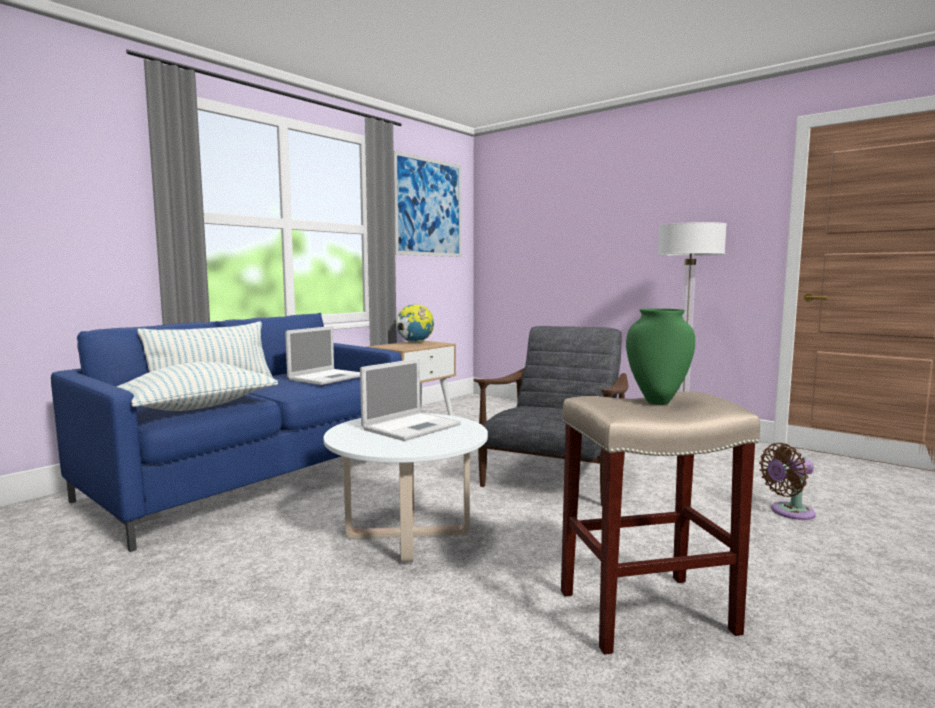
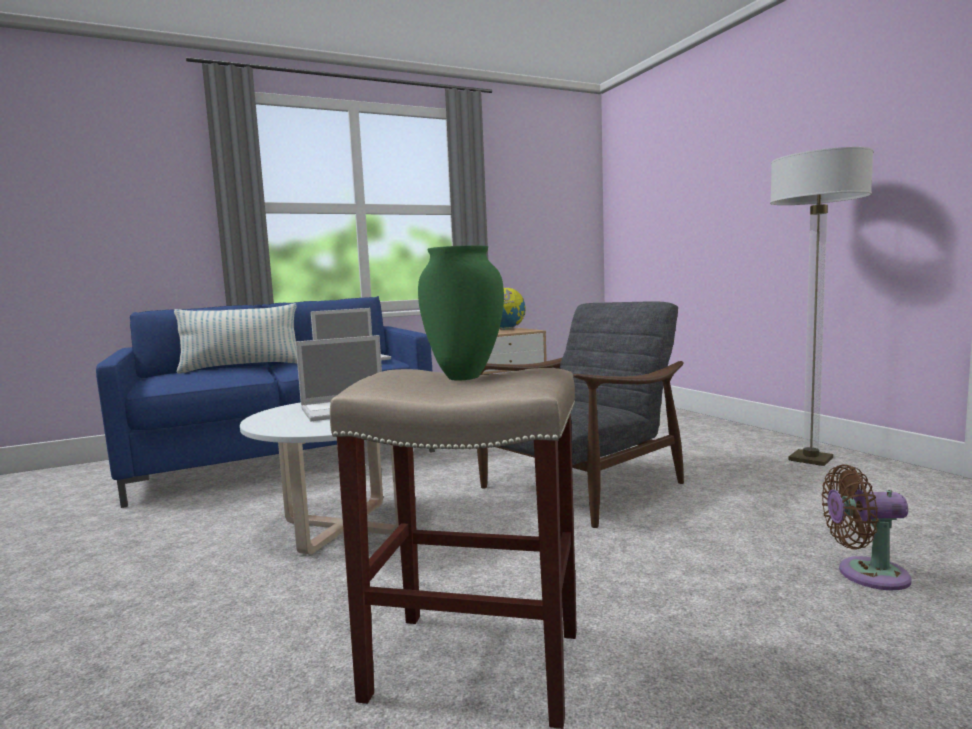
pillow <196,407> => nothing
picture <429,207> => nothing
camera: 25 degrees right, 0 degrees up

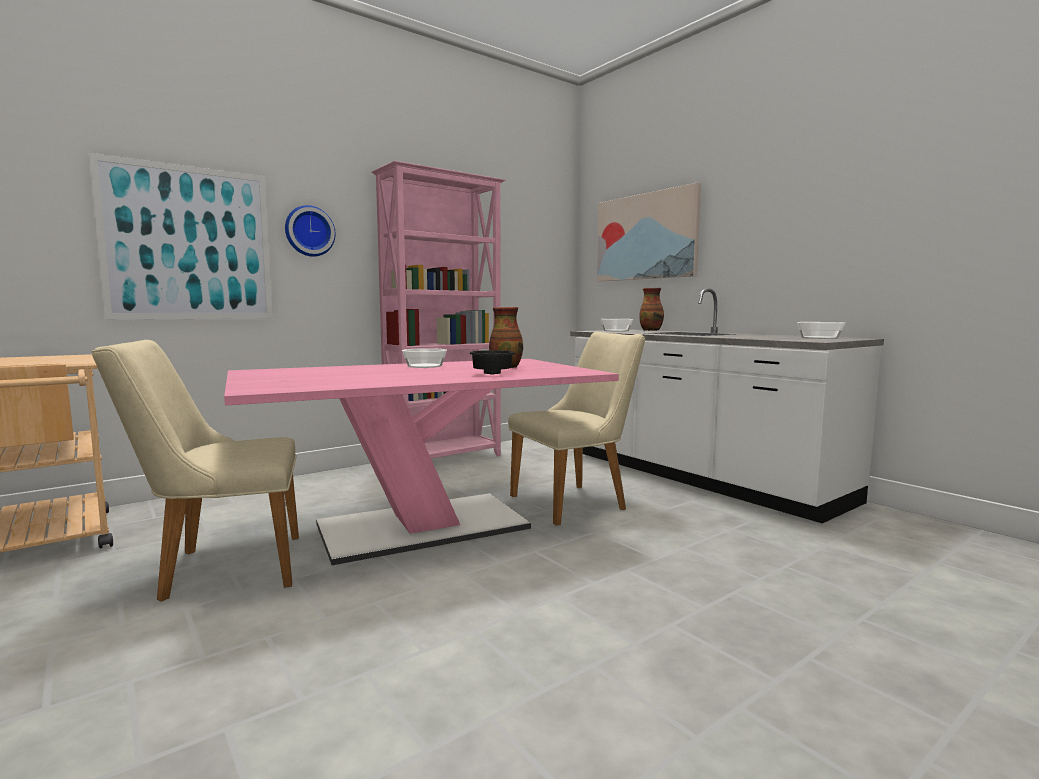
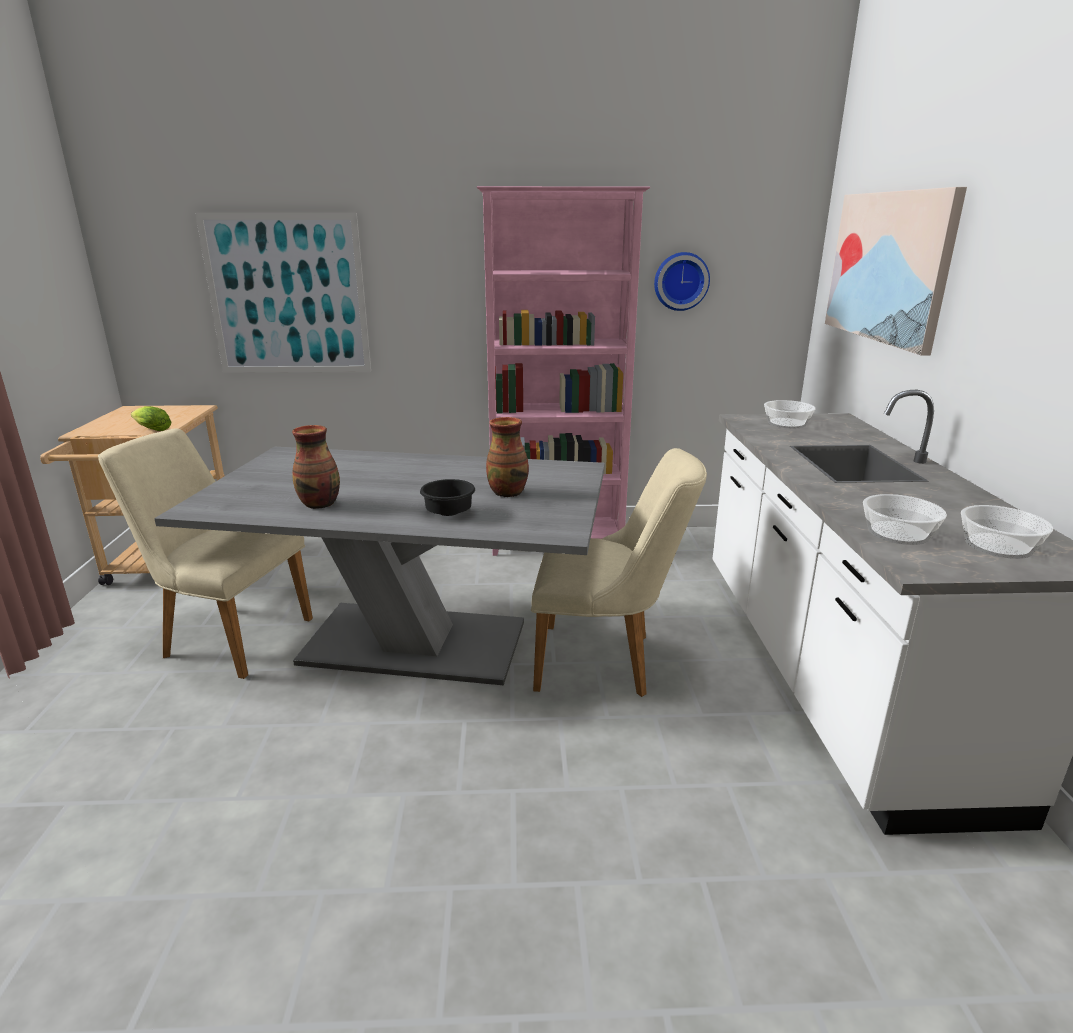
nothing => lettuce <151,429>
wall_clock <309,231> => wall_clock <680,281>, moved
bowl <424,366> => bowl <897,533>, moved
vase <651,330> => vase <320,504>, moved
pink_dining_table <423,526> => grey_dining_table <414,642>
camera: 35 degrees right, 15 degrees up

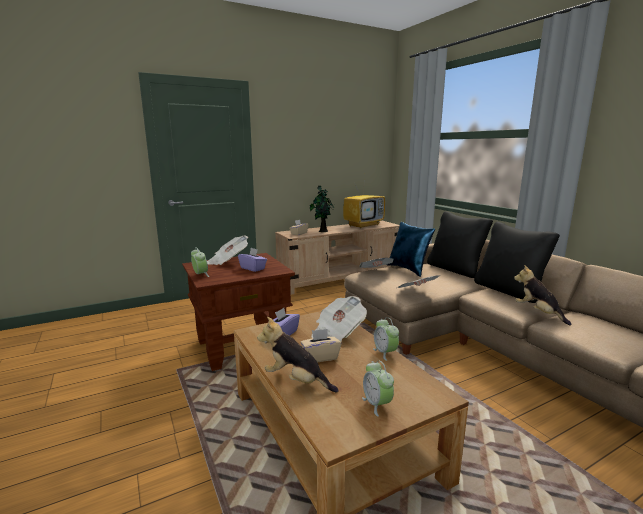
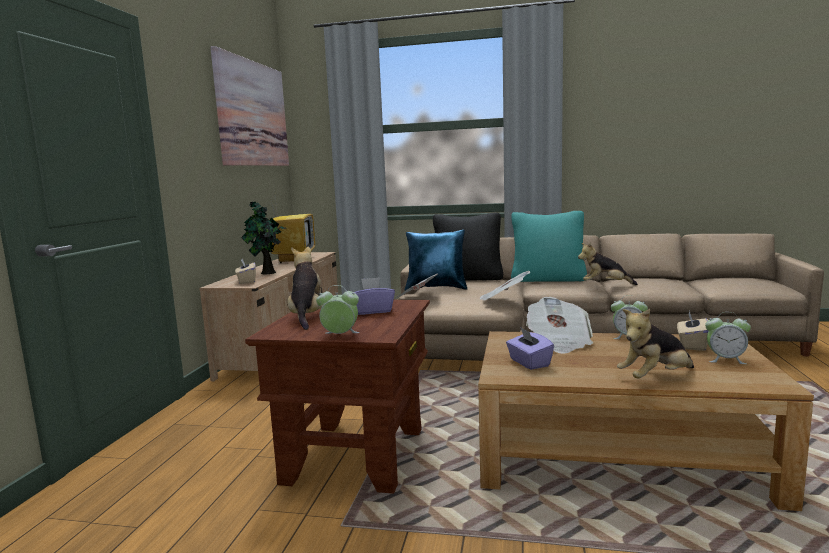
nothing => picture <252,114>
beige_tissue_box <320,357> => beige_tissue_box <692,345>, moved
newspaper <228,261> => plush_toy <307,317>
black_pillow <509,290> => turquoise_pillow <548,279>
camera: 50 degrees left, 5 degrees down

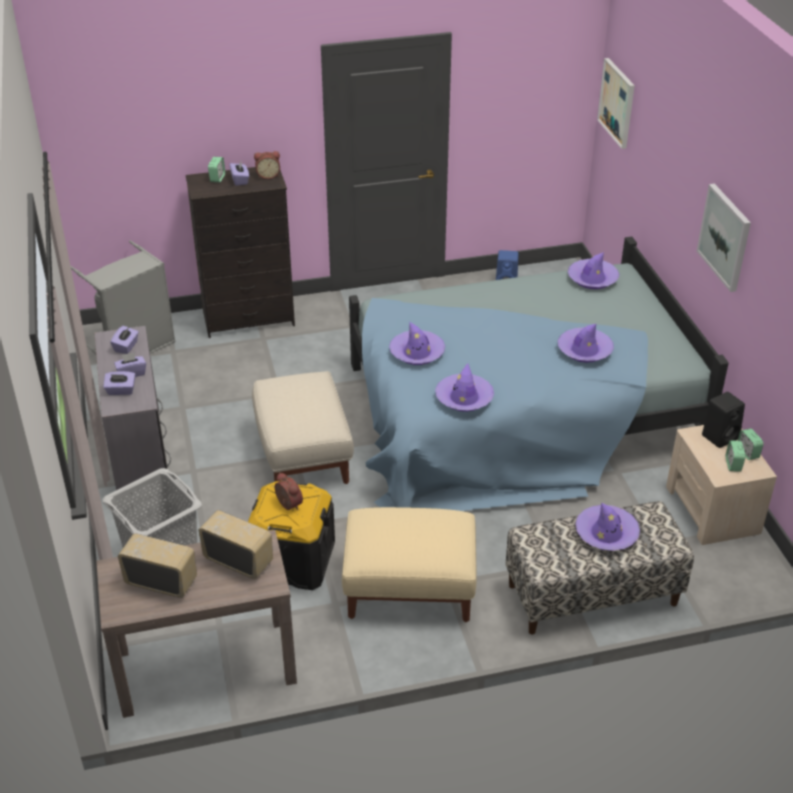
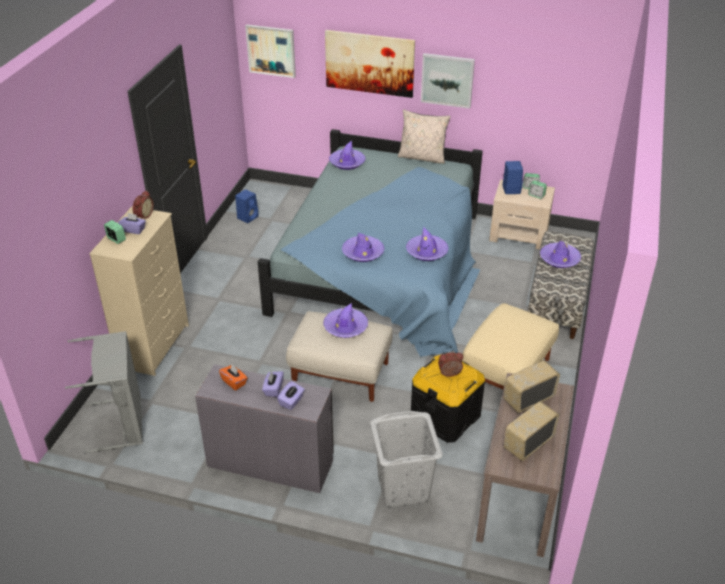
nothing => picture <369,63>
nothing => beige_pillow <422,157>
purple_hat <584,350> => purple_hat <345,327>, moved
purple_tissue_box <126,347> => orange_tissue_box <234,382>
black_dresser <249,319> => beige_dresser <155,346>
black_speaker <720,436> => blue_speaker <511,189>
camera: 60 degrees left, 0 degrees up

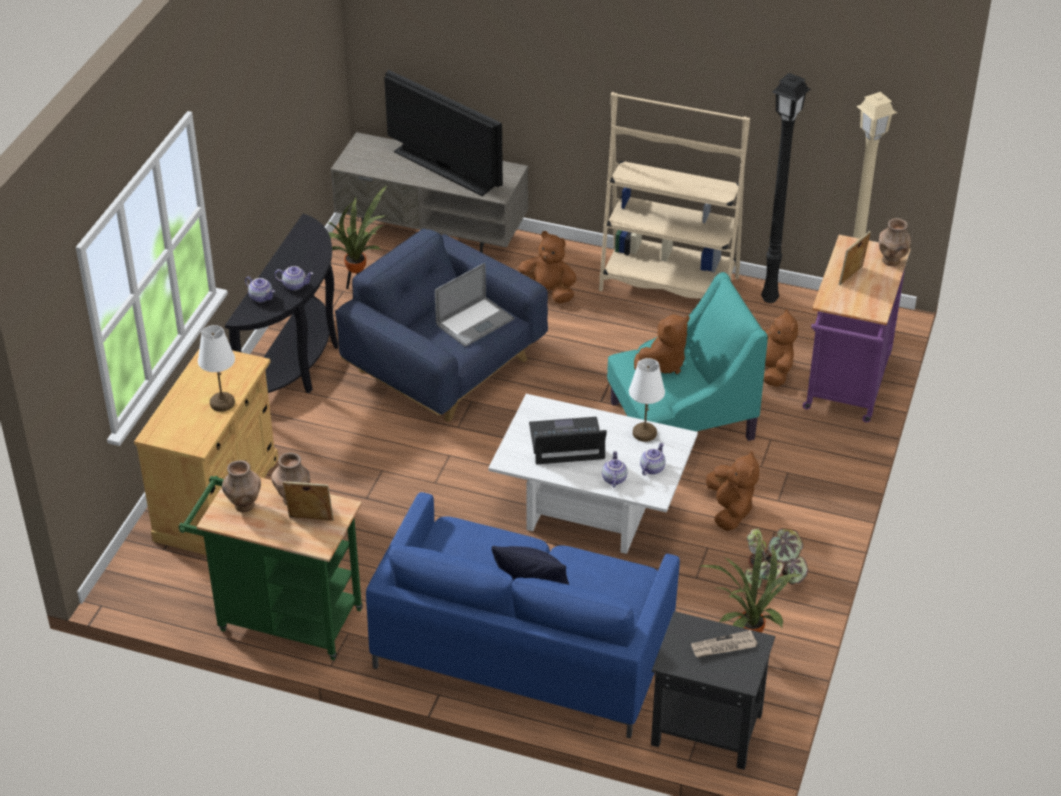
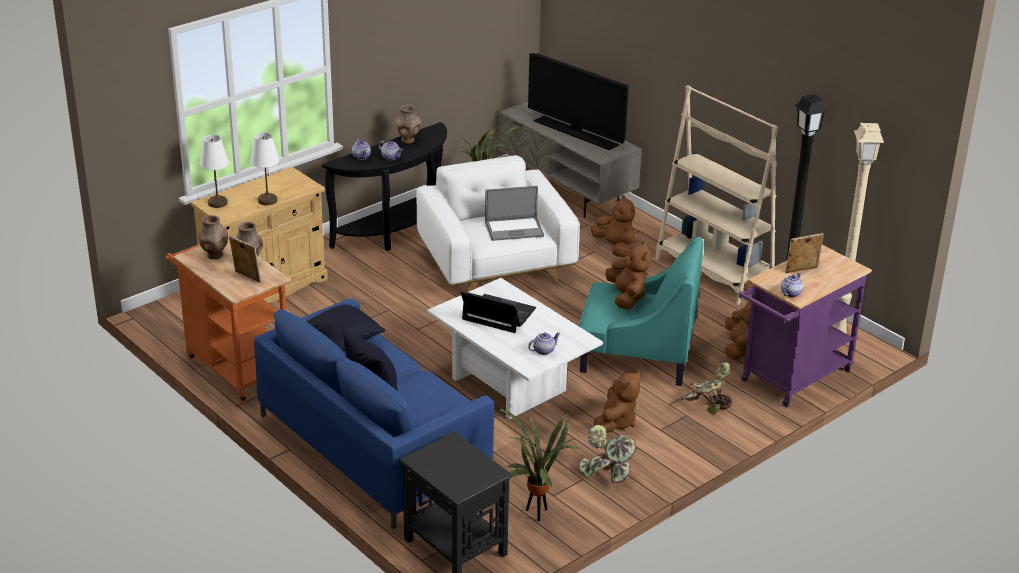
newspaper <723,646> => nothing
nothing => black_pillow <343,342>
nothing => potted_plant <706,404>
teapot <613,479> => teapot <790,293>, moved
white_table_lamp <644,433> => white_table_lamp <217,203>, moved
brown_vase <891,261> => brown_vase <408,140>, moved
green_cart <282,618> => orange_cart <235,367>
blue_armchair <443,365> => white_armchair <495,265>
television <442,169> => television <576,133>, 150 degrees clockwise
brown_plush_toy <663,364> => brown_plush_toy <626,297>, 90 degrees counterclockwise
camera: 30 degrees right, 10 degrees down

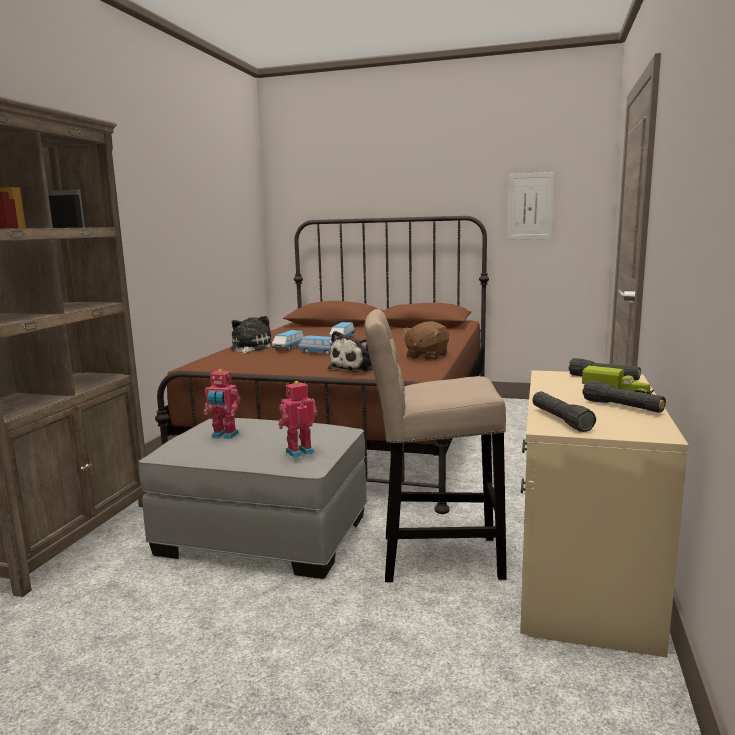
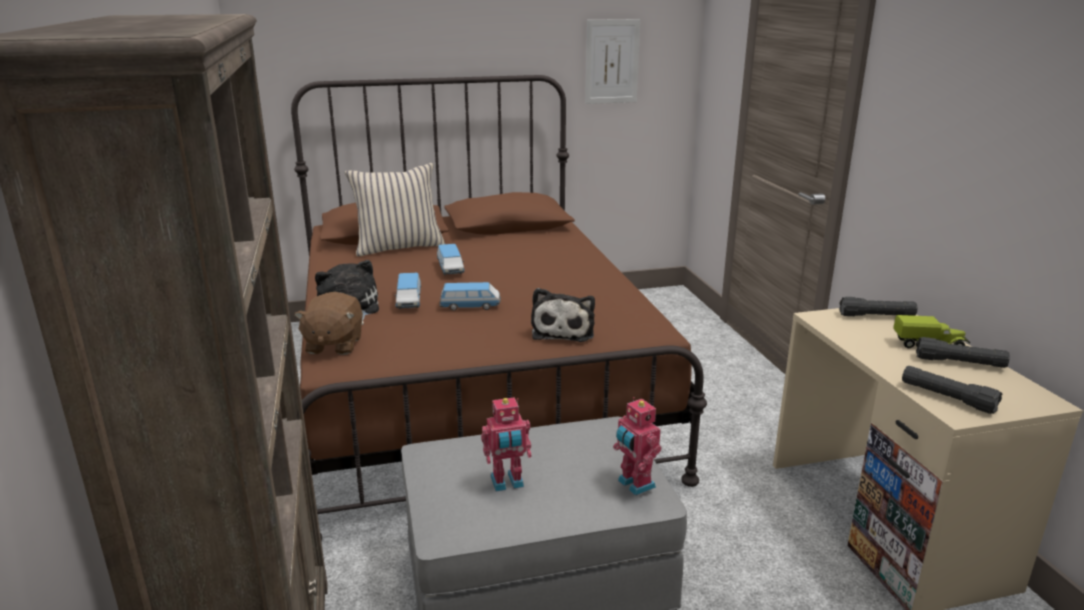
beige_stool <433,557> => nothing
nothing => beige_pillow <398,247>
brown_plush_toy <426,357> => brown_plush_toy <333,345>, moved
toy_robot <299,451> => toy_robot <634,484>, 60 degrees counterclockwise
camera: 30 degrees left, 10 degrees up

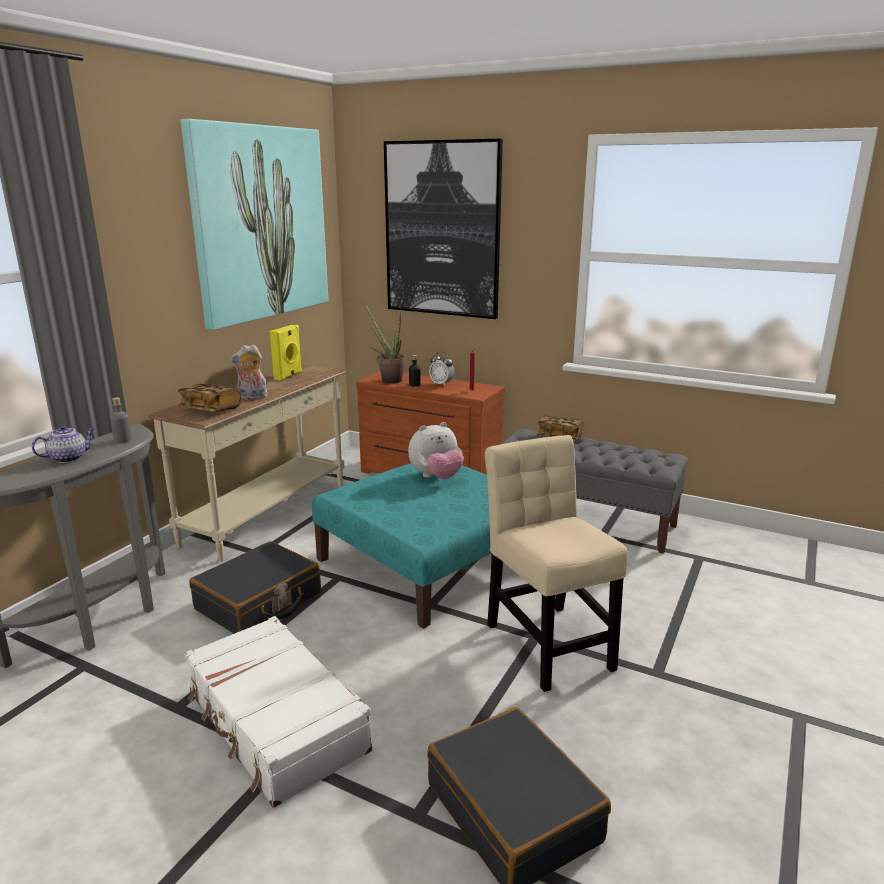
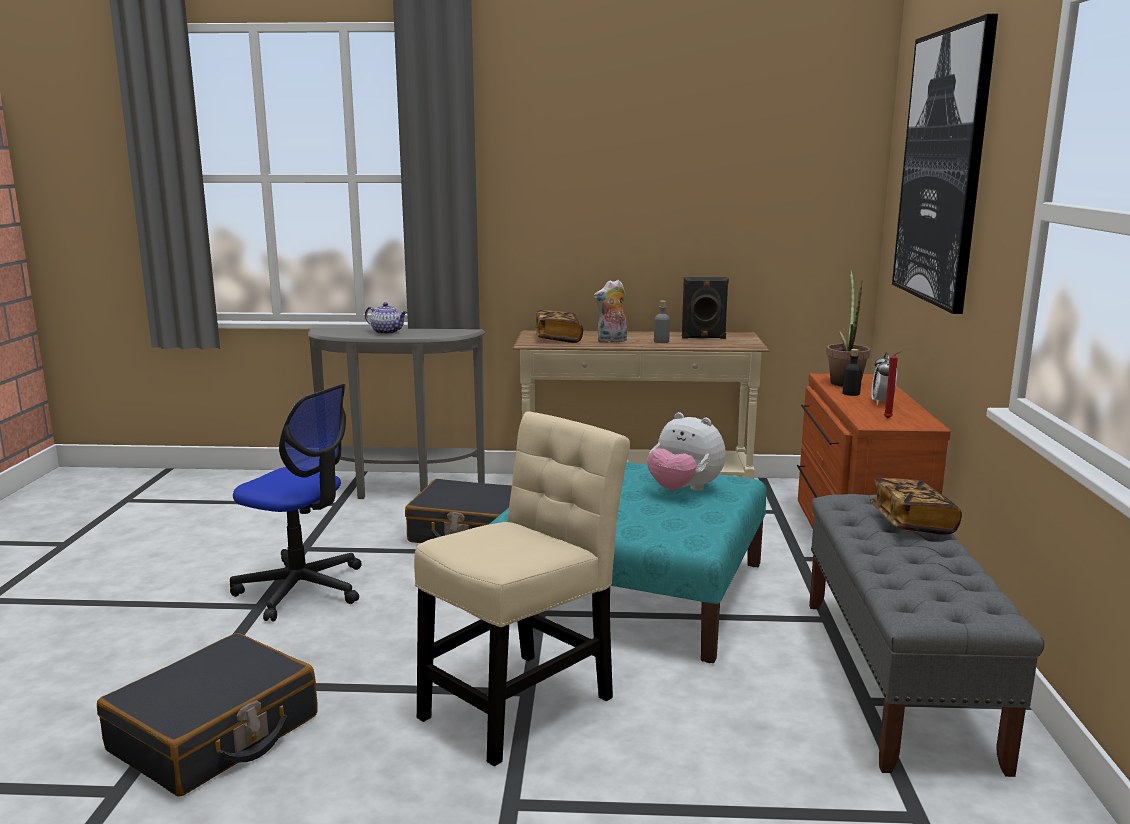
picture <260,223> => nothing
grey_bottle <123,440> => grey_bottle <661,341>, moved
white_suitcase <275,722> => office_chair <302,589>
yellow_speaker <289,376> => black_speaker <703,337>
plush_toy <252,397> => plush_toy <612,341>, 75 degrees counterclockwise
camera: 65 degrees right, 5 degrees down

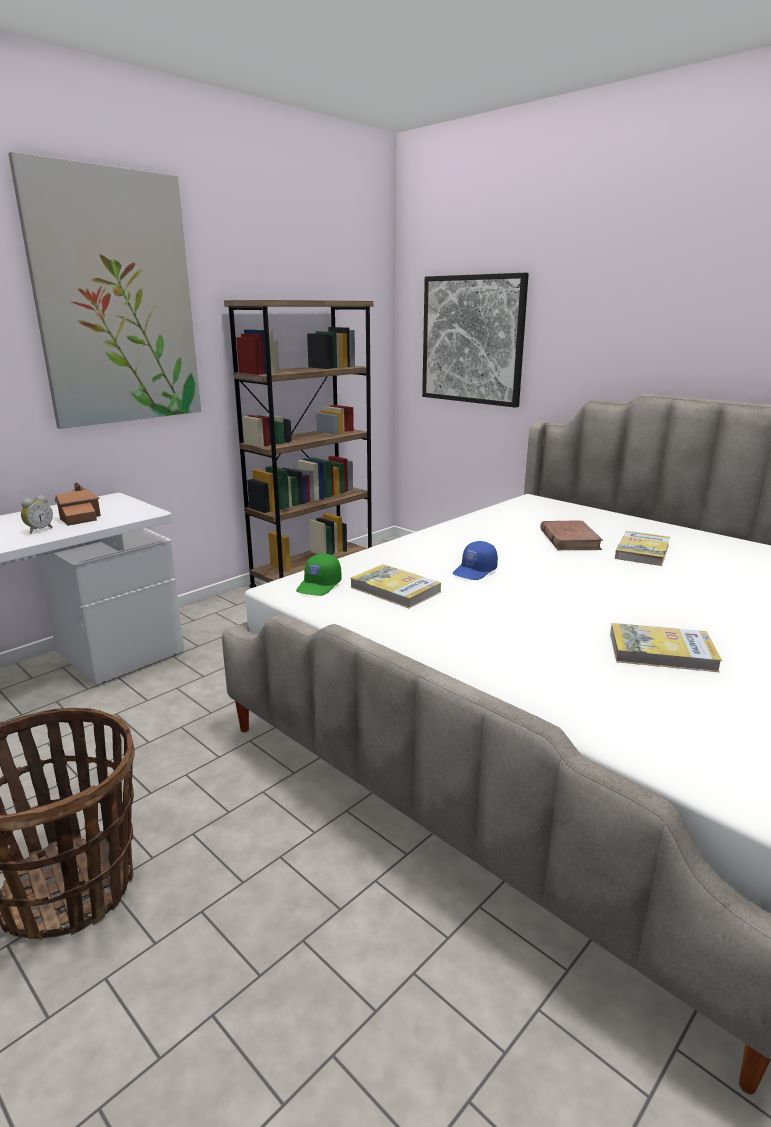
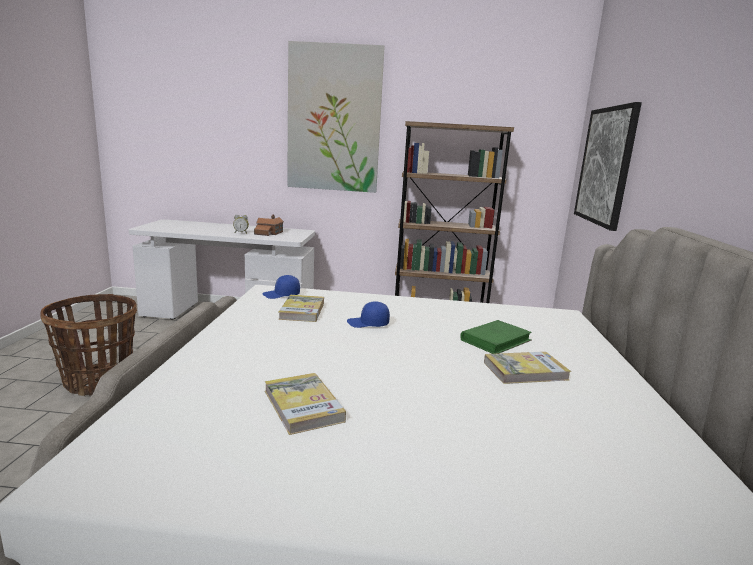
green_cap <319,586> => blue_cap <281,295>
brown_book <569,539> => green_book <495,340>
camera: 50 degrees right, 5 degrees down

